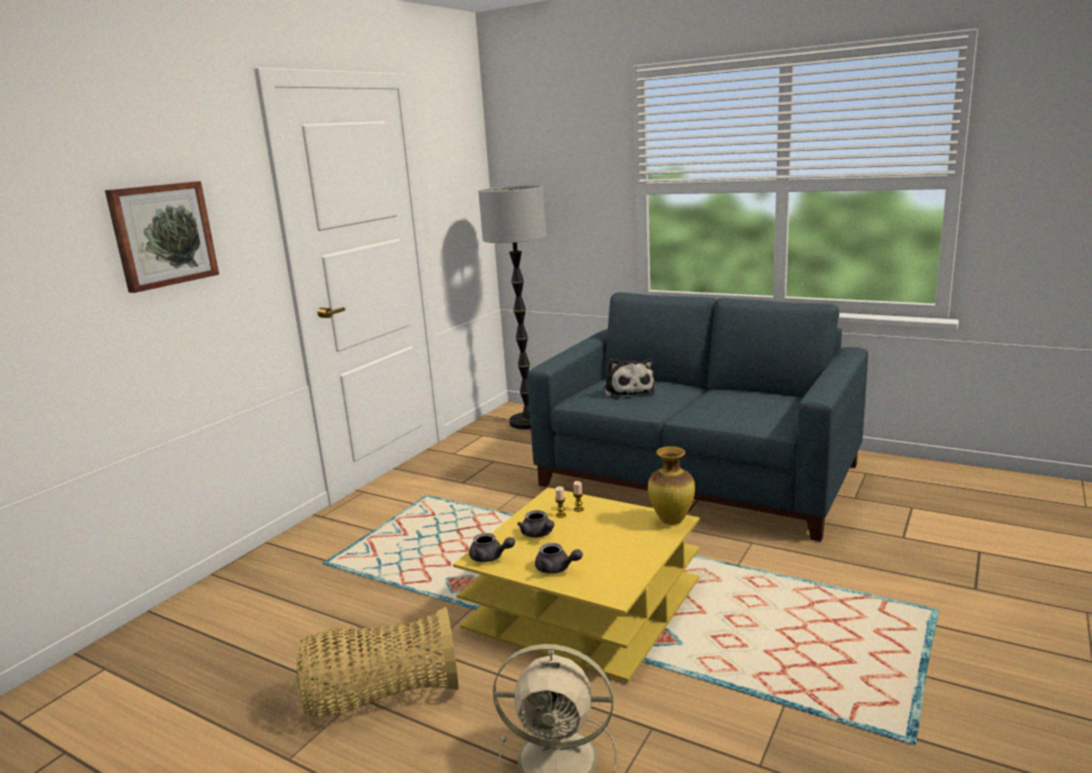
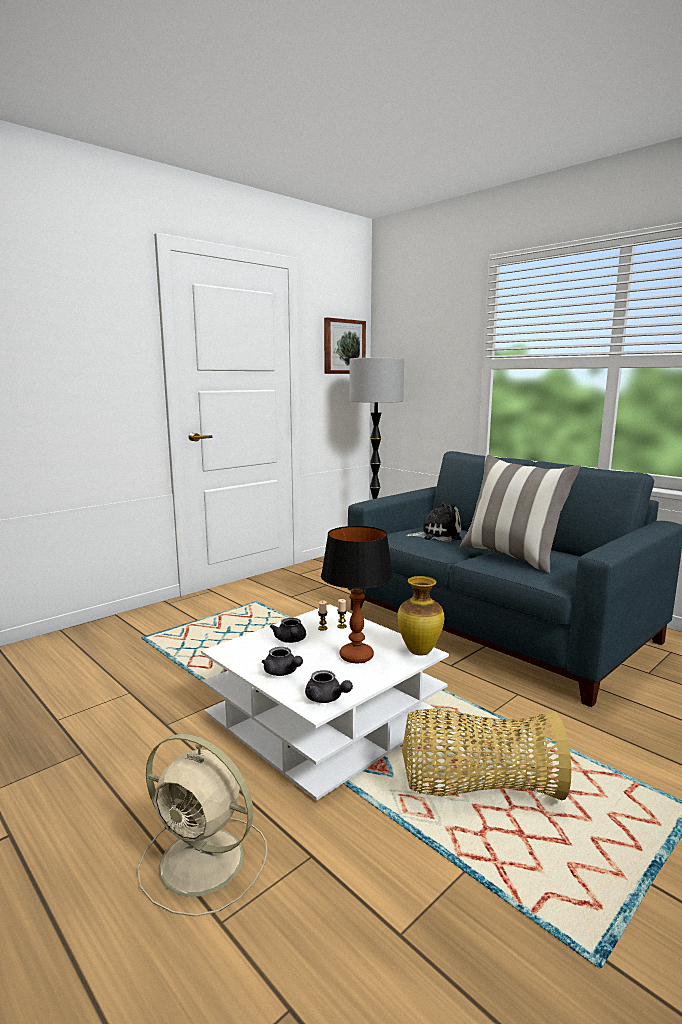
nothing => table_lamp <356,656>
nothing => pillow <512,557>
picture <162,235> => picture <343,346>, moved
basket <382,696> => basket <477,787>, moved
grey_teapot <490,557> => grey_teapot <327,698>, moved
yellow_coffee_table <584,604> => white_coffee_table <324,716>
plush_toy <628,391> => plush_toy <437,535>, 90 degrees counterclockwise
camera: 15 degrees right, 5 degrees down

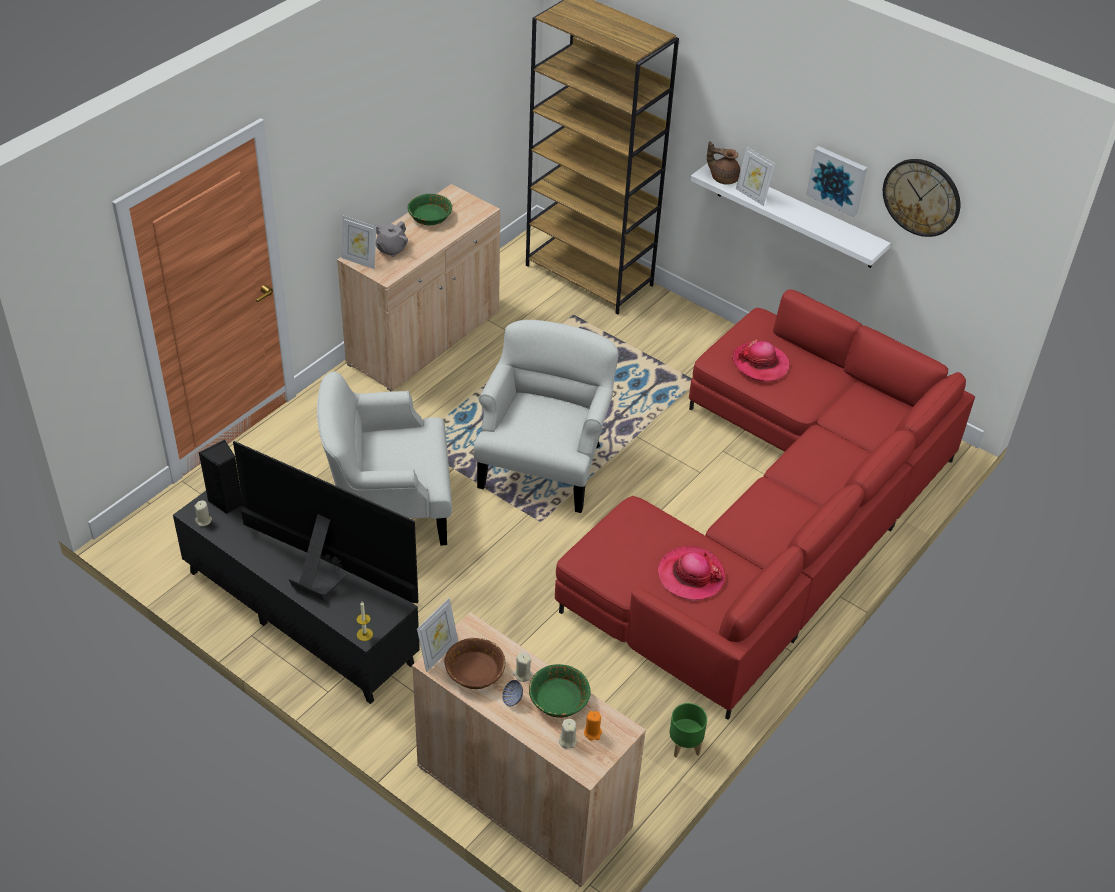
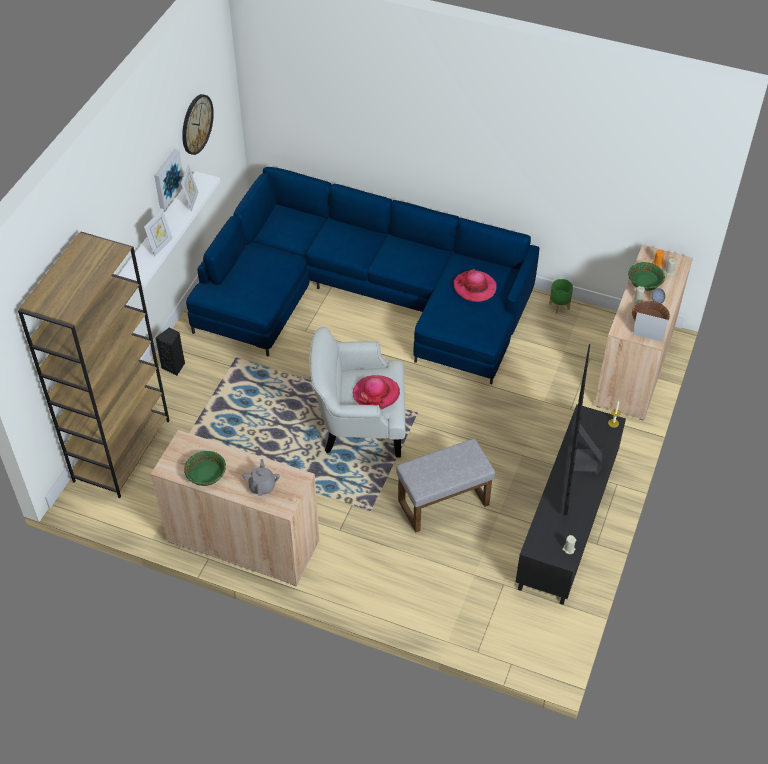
brown_teapot <723,178> => nothing
black_speaker <227,502> => black_speaker <174,366>, moved
picture_frame <360,261> => picture_frame <192,201>, moved
hat <760,363> => hat <376,394>, moved
white_armchair <389,507> => grey_ottoman <443,503>
red_sofa <771,520> => blue_sofa <362,296>
grey_teapot <391,249> => grey_teapot <262,486>, 105 degrees counterclockwise
camera: 105 degrees left, 5 degrees up

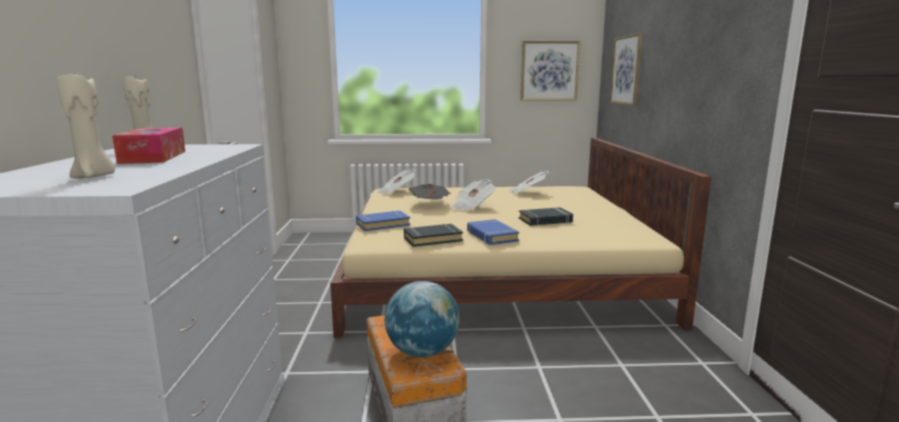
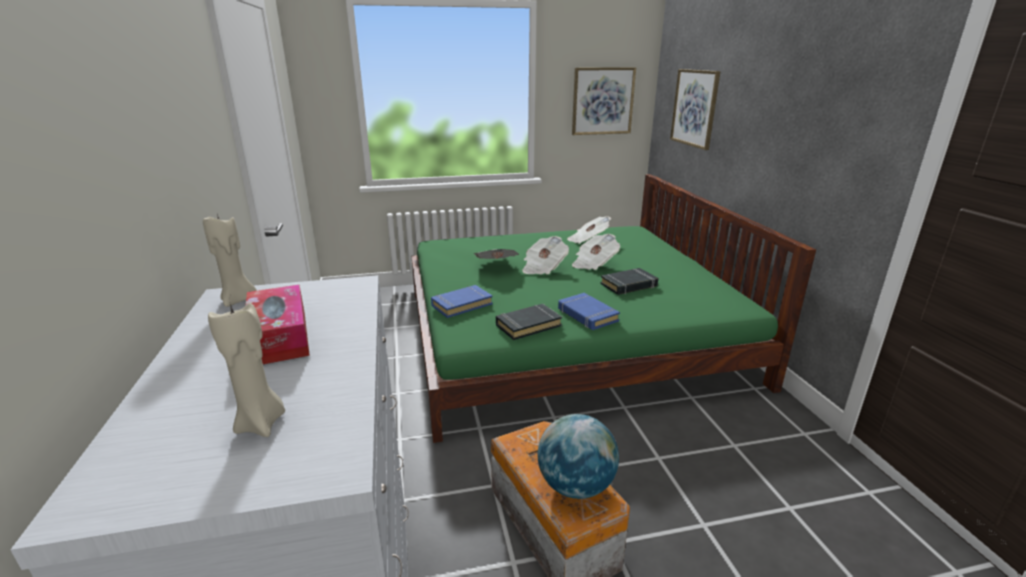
newspaper <396,192> => newspaper <594,264>, moved
beige_bed <494,272> => green_bed <566,333>
camera: 10 degrees left, 10 degrees up

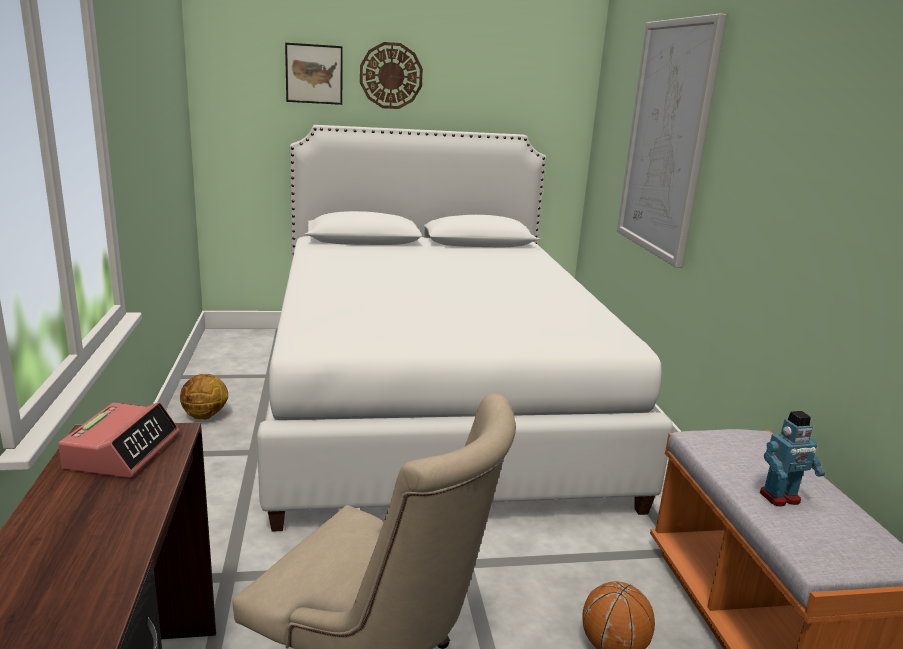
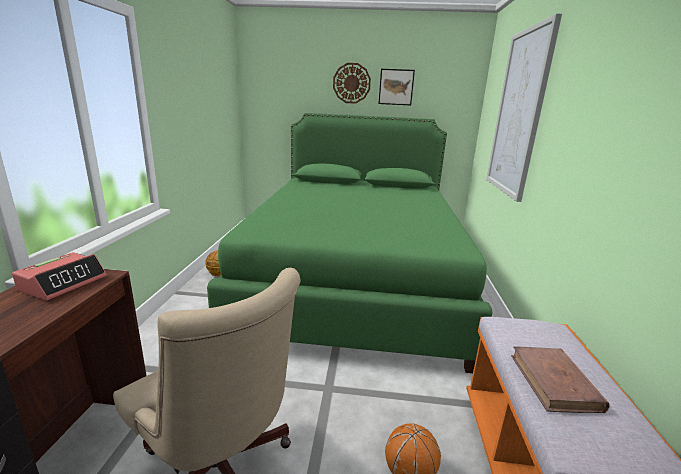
picture <314,74> => picture <396,87>, moved
toy_robot <780,498> => brown_book <554,382>
white_bed <433,402> => green_bed <354,280>
camera: 15 degrees right, 0 degrees up

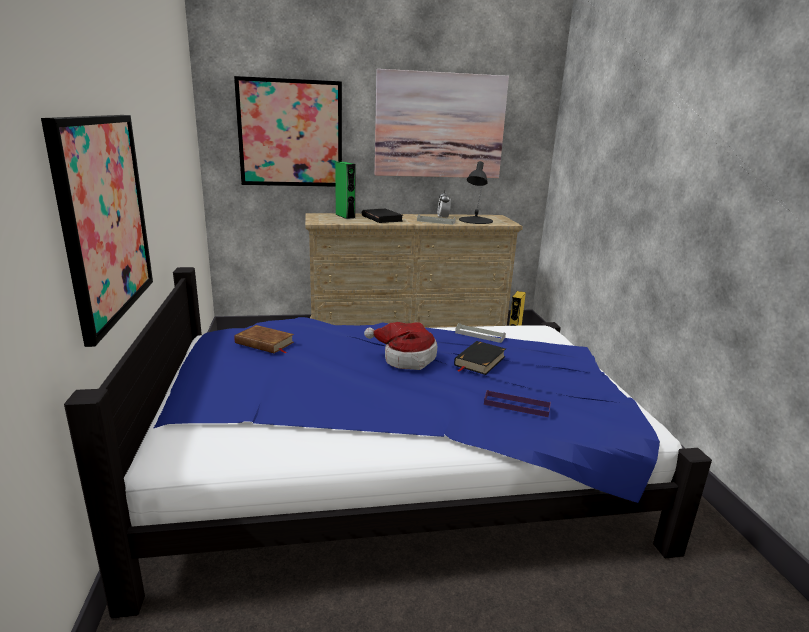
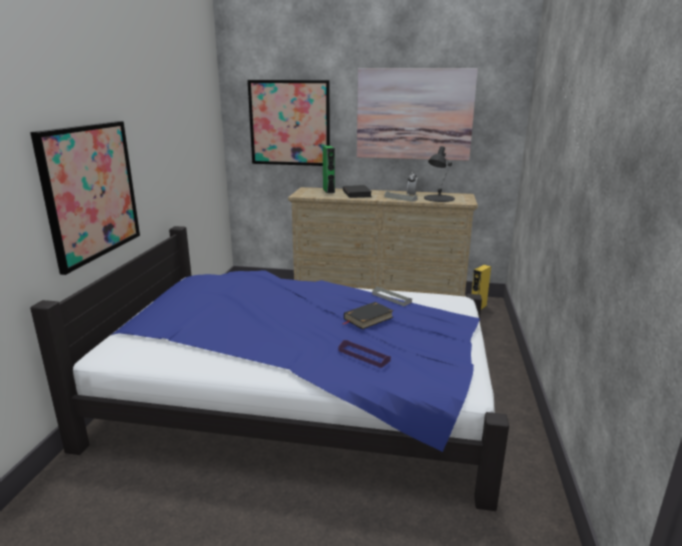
brown_book <264,343> => nothing
hat <405,358> => nothing
camera: 20 degrees right, 0 degrees up

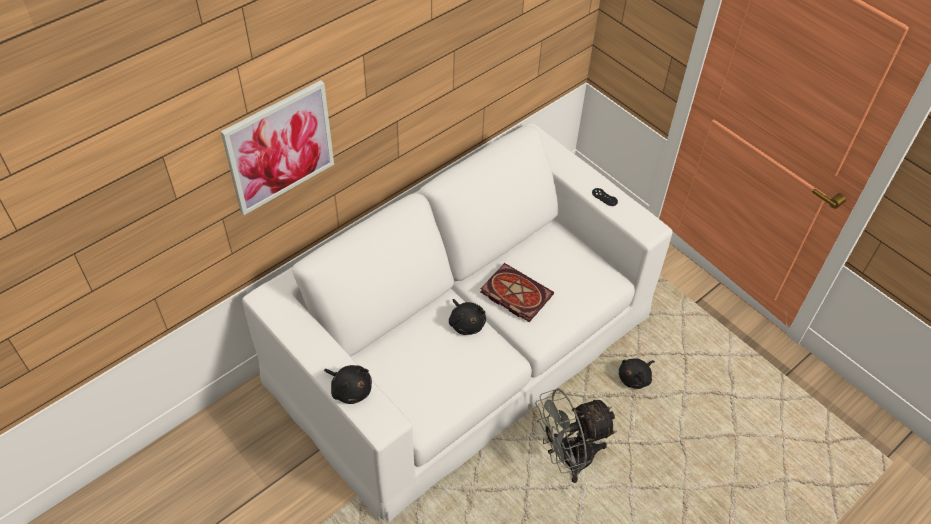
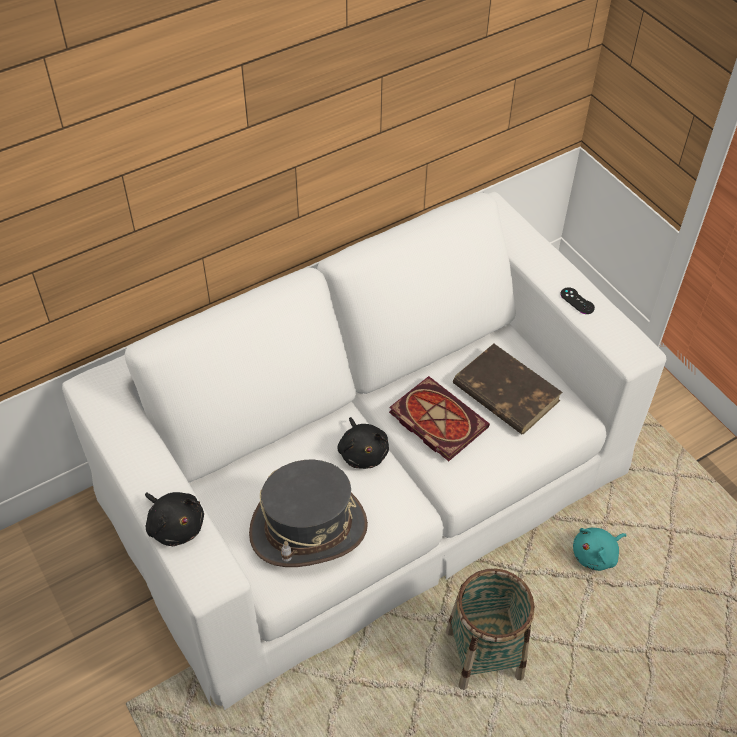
picture <279,147> => nothing
nothing => grey_hat <308,529>
nothing => brown_book <505,392>
grey_fan <568,458> => basket <484,654>
black_plush_toy <635,378> => turquoise_plush_toy <596,555>
camera: 10 degrees right, 0 degrees up

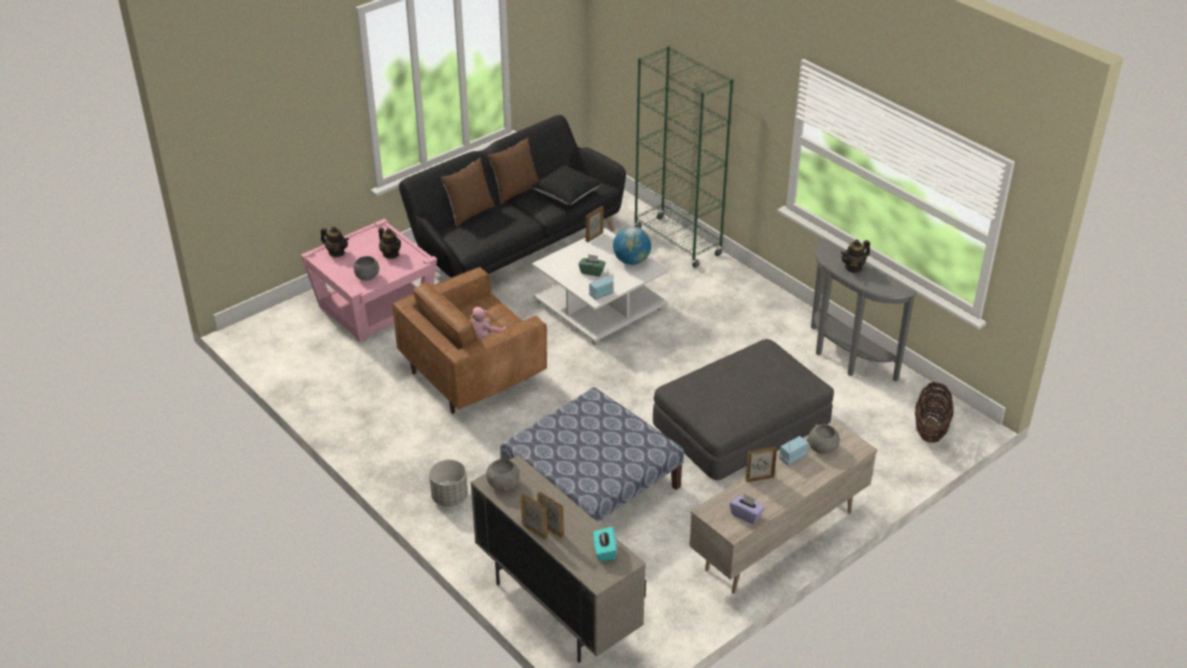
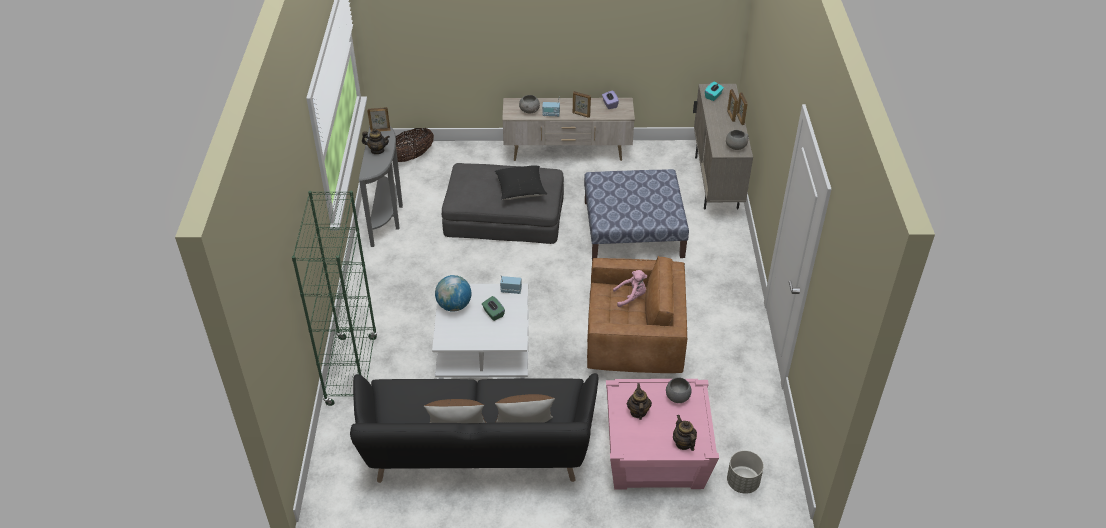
grey_planter <449,497> => grey_planter <743,482>, moved
black_pillow <566,194> => black_pillow <520,190>, moved
picture_frame <594,237> => picture_frame <380,130>, moved
camera: 140 degrees left, 5 degrees up

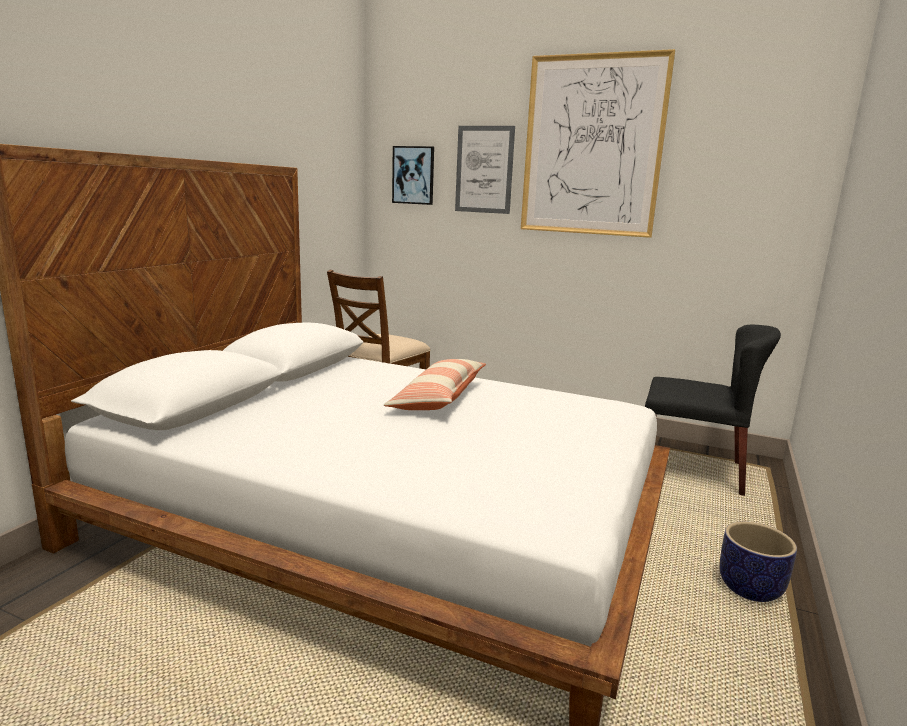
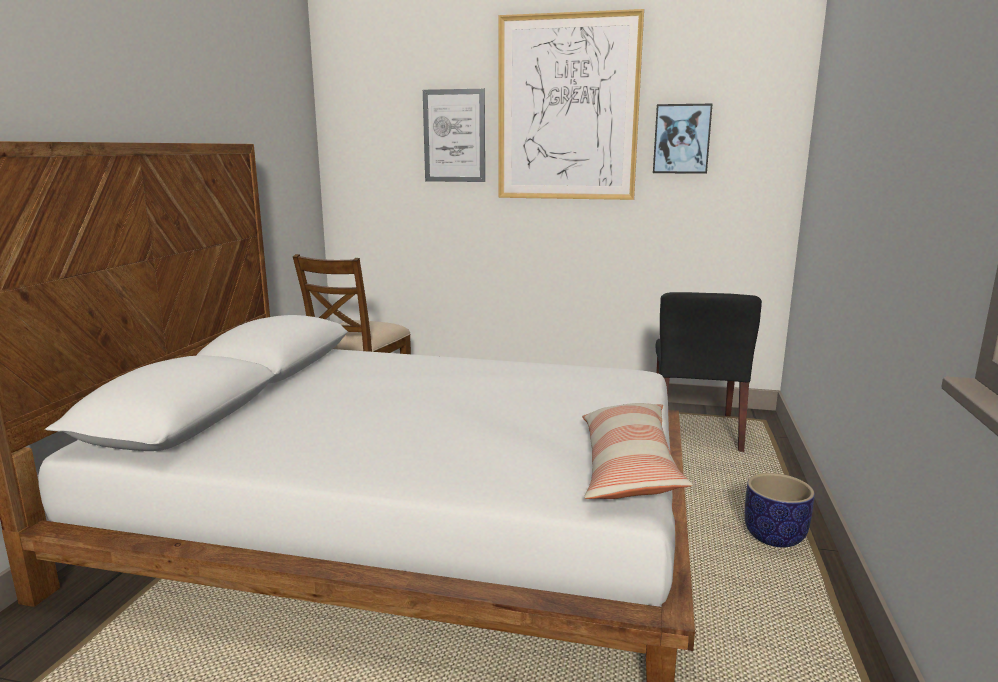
pillow <438,398> => pillow <627,467>, moved
picture <413,175> => picture <681,139>, moved
black_chair <692,470> => black_chair <695,430>, 90 degrees clockwise
camera: 10 degrees left, 0 degrees up

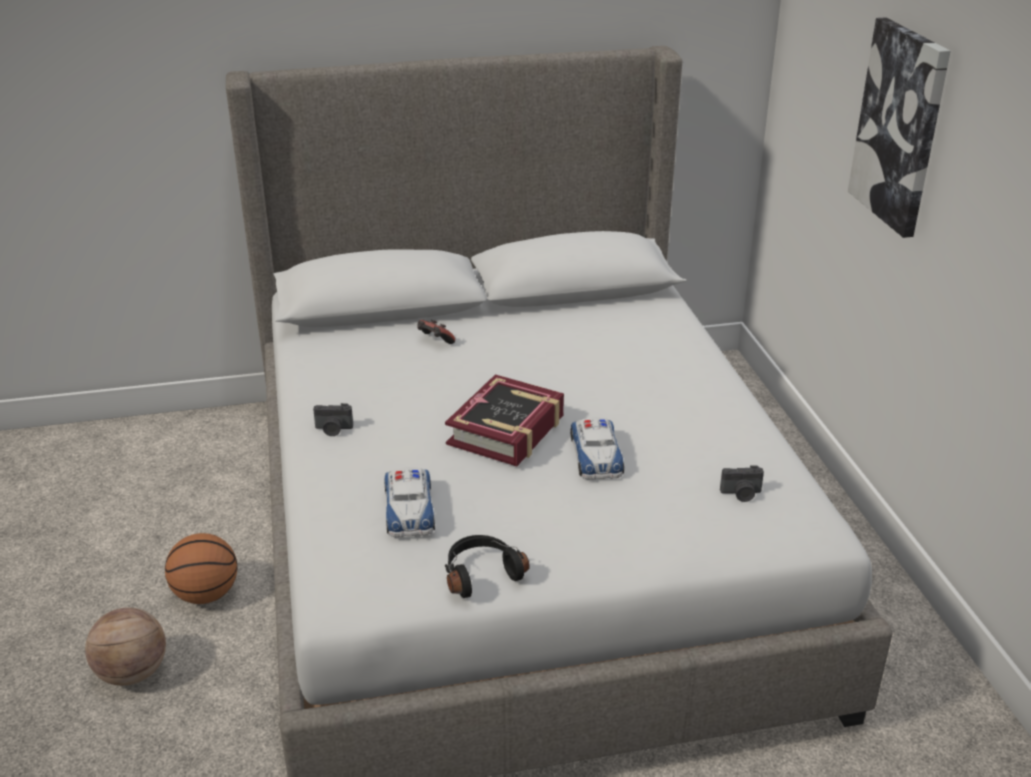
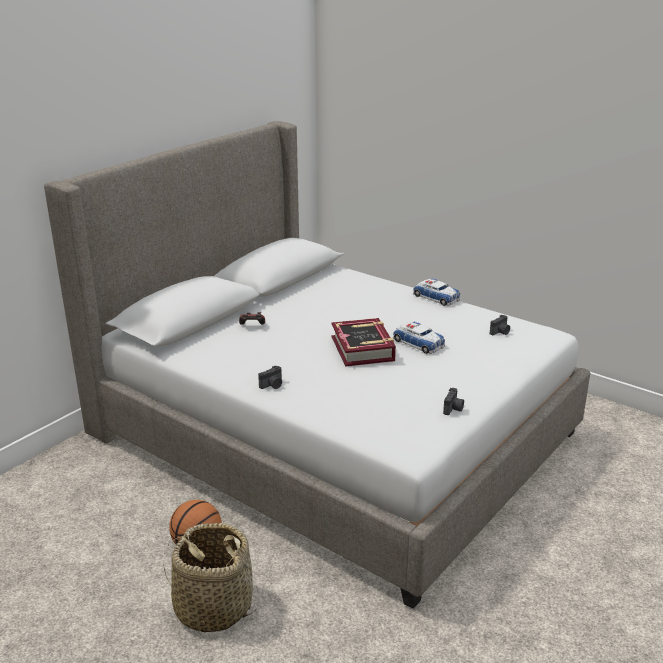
picture <900,126> => nothing
toy_car <409,509> => toy_car <436,297>, moved
basketball <132,673> => basket <213,607>
black_headphones <481,573> => photo_camera <453,409>
camera: 40 degrees left, 5 degrees down

